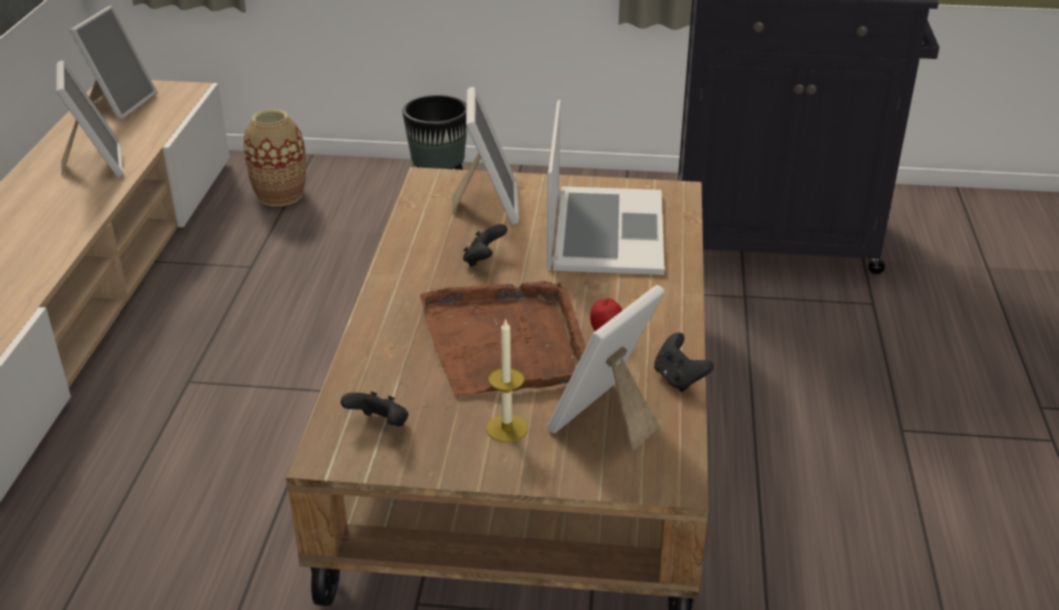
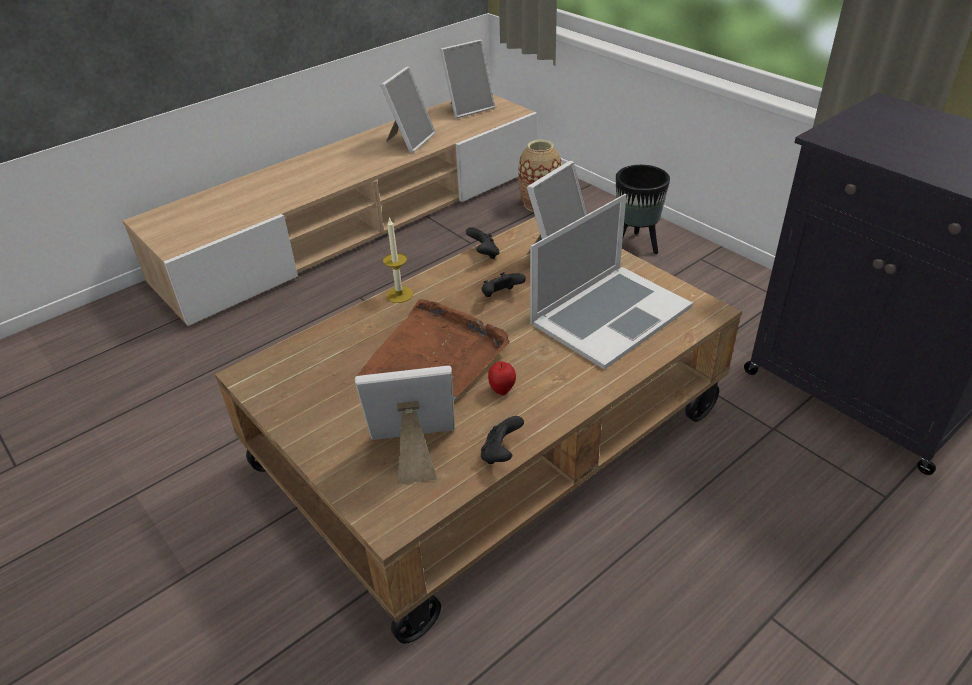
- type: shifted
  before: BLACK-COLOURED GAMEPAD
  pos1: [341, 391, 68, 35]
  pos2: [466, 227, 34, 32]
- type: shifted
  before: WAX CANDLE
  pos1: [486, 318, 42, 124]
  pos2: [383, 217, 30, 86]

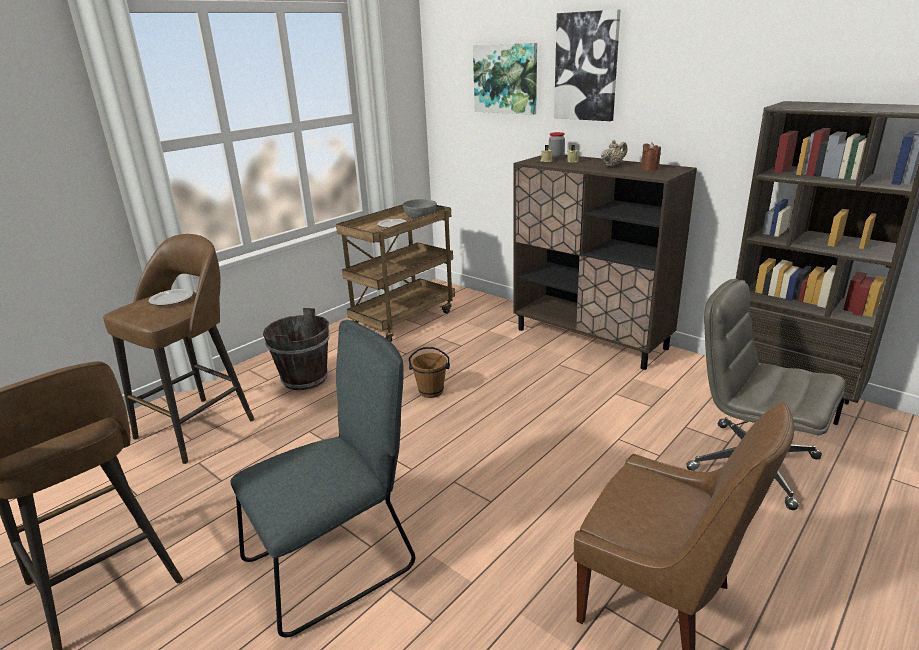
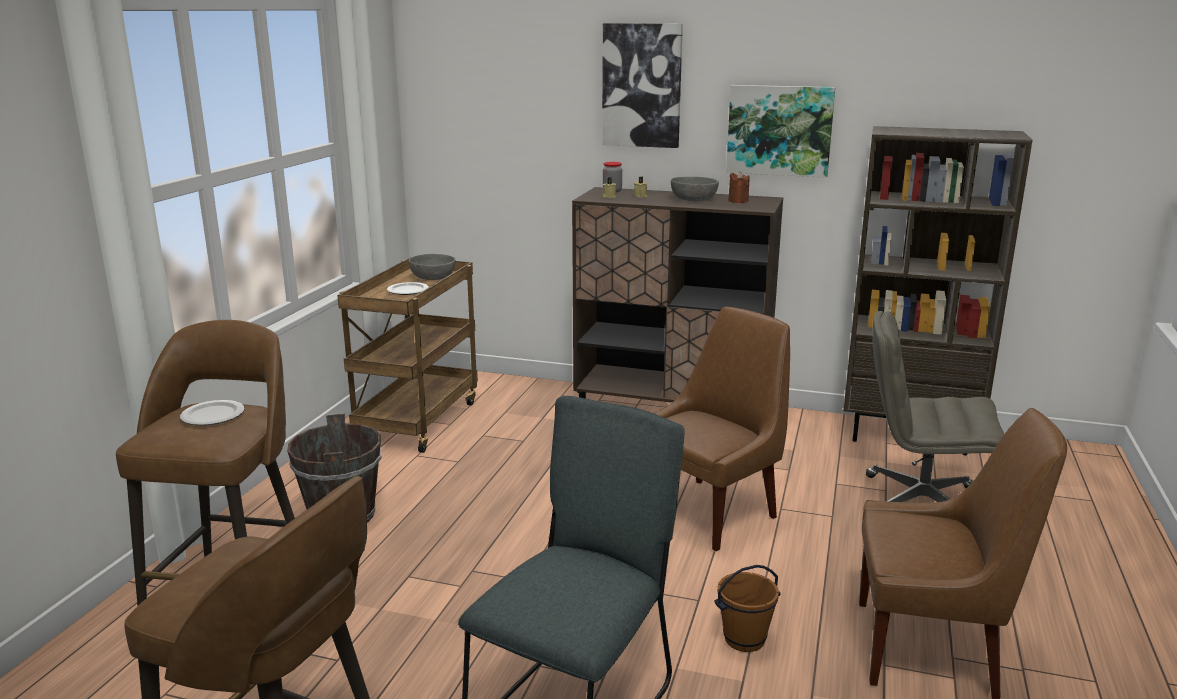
- type: new
  after: BROWNISH PLAIN CHAIR
  pos2: [654, 306, 136, 245]
- type: shifted
  before: BROWNISH WATER BUCKET
  pos1: [409, 347, 41, 51]
  pos2: [714, 565, 67, 87]
- type: shifted
  before: PICTURE
  pos1: [473, 43, 64, 72]
  pos2: [726, 85, 109, 93]
- type: swapped
  before: BEIGE TEA POT
  after: GREY DEEP DISH
  pos1: [601, 140, 26, 27]
  pos2: [671, 177, 48, 24]

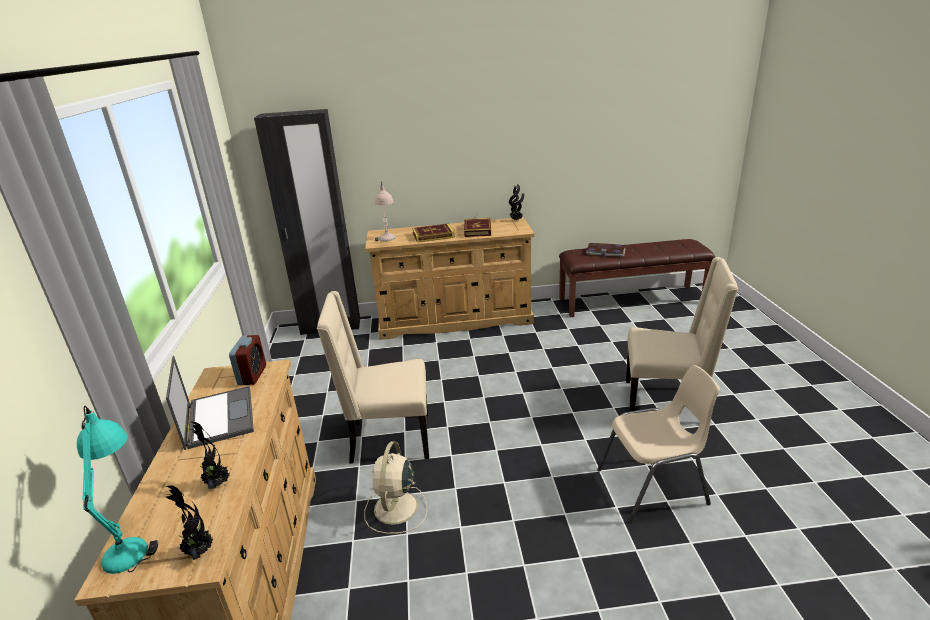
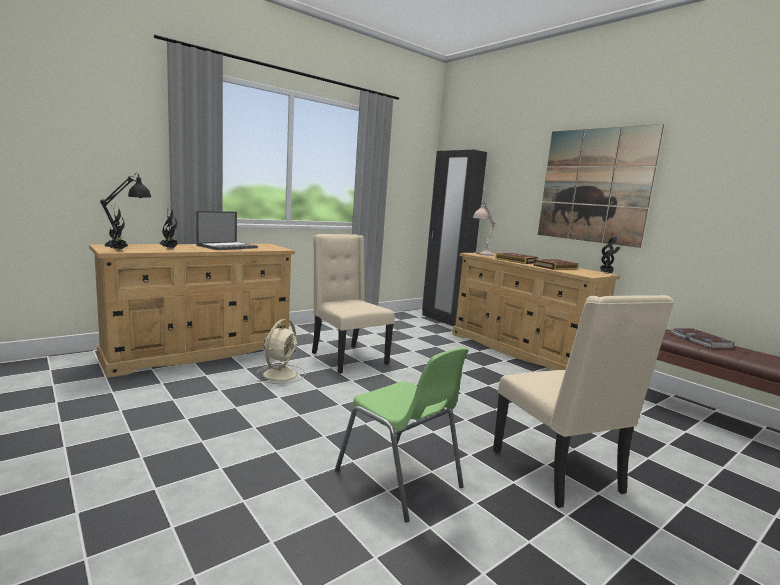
- type: gone
  before: ALARM CLOCK
  pos1: [229, 335, 37, 50]
- type: new
  after: PICTURE
  pos2: [538, 124, 126, 124]
- type: repainted
  before: TURQUOISE TABLE LAMP
  after: BLACK-COLOURED TABLE LAMP
  pos1: [77, 406, 81, 168]
  pos2: [100, 173, 51, 75]
- type: repainted
  before: BEIGE PLAIN CHAIR
  after: GREEN-COLOURED PLAIN CHAIR
  pos1: [597, 365, 123, 159]
  pos2: [335, 347, 134, 175]
- type: rotated
  before: BEIGE COOLING FAN
  pos1: [364, 441, 63, 93]
  pos2: [256, 319, 50, 65]
  turn: 135

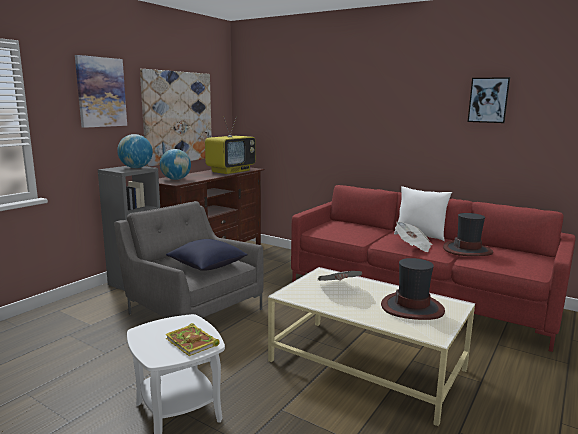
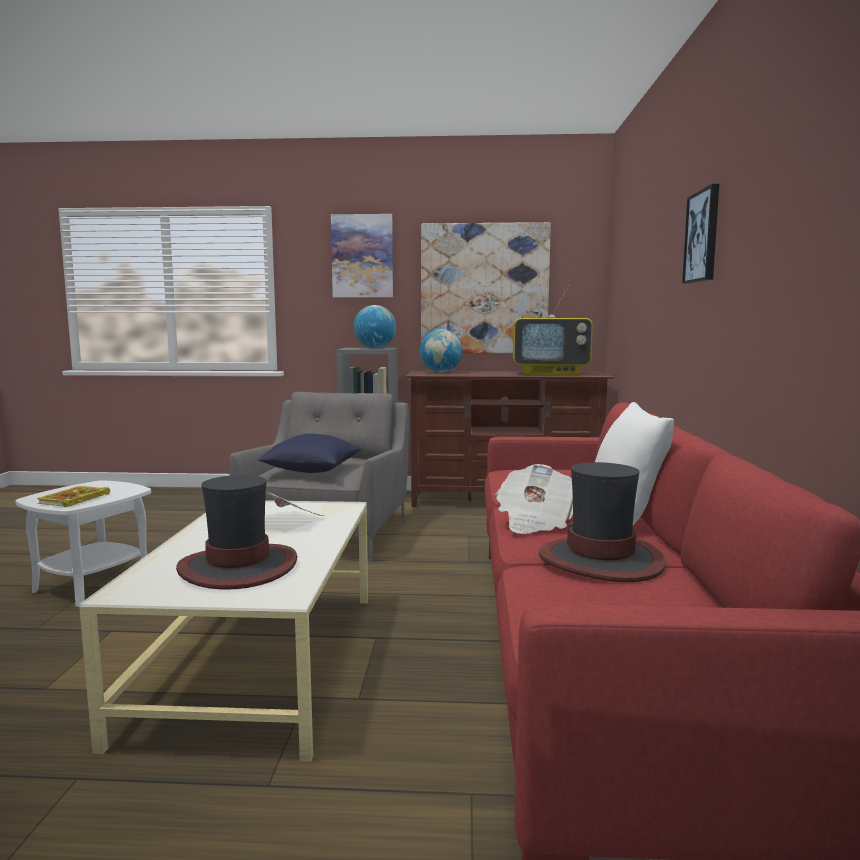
- type: shifted
  before: PICTURE
  pos1: [468, 77, 42, 46]
  pos2: [682, 184, 37, 100]

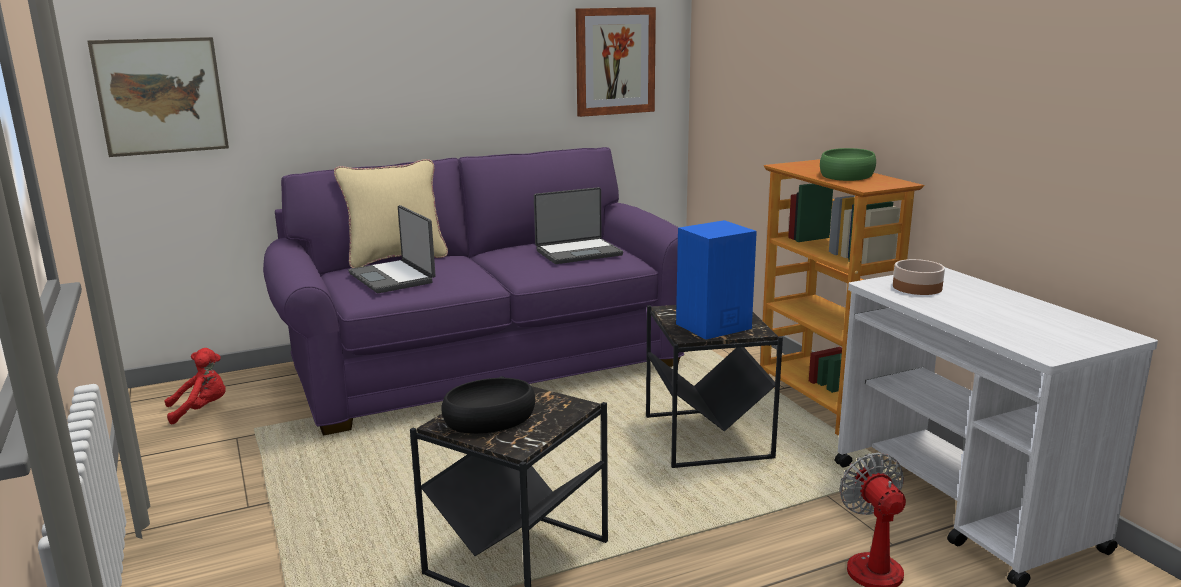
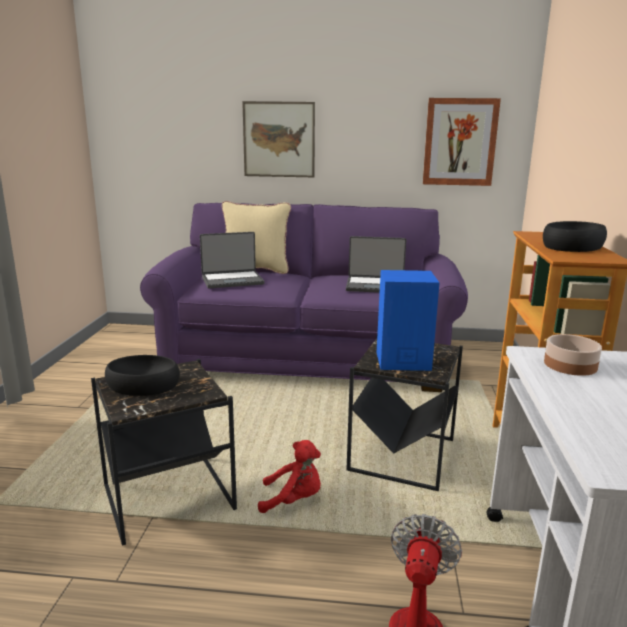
- type: shifted
  before: PICTURE
  pos1: [87, 37, 142, 120]
  pos2: [242, 101, 73, 76]
- type: shifted
  before: REDDISH PLUSH TOY
  pos1: [164, 348, 62, 76]
  pos2: [258, 440, 63, 73]
- type: repainted
  before: GREEN-COLOURED DEEP DISH
  after: BLACK-COLOURED DEEP DISH
  pos1: [820, 148, 56, 33]
  pos2: [543, 221, 64, 31]
- type: rotated
  before: PORTABLE COMPUTER
  pos1: [348, 205, 88, 88]
  pos2: [200, 232, 65, 56]
  turn: -105

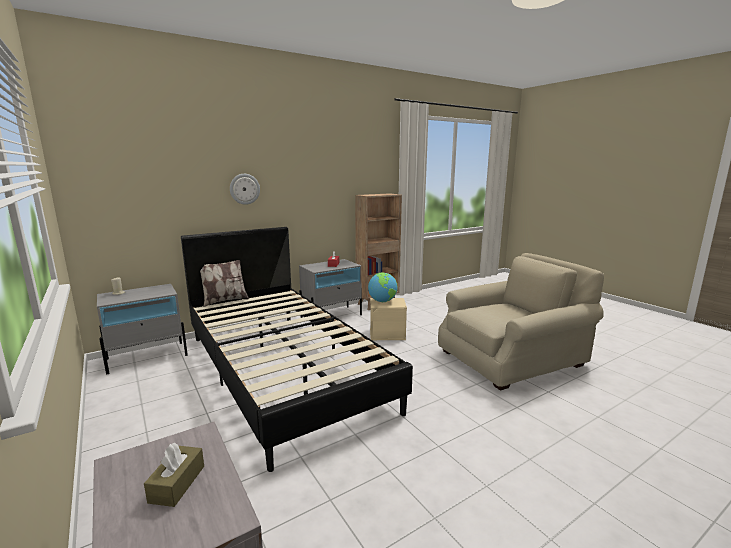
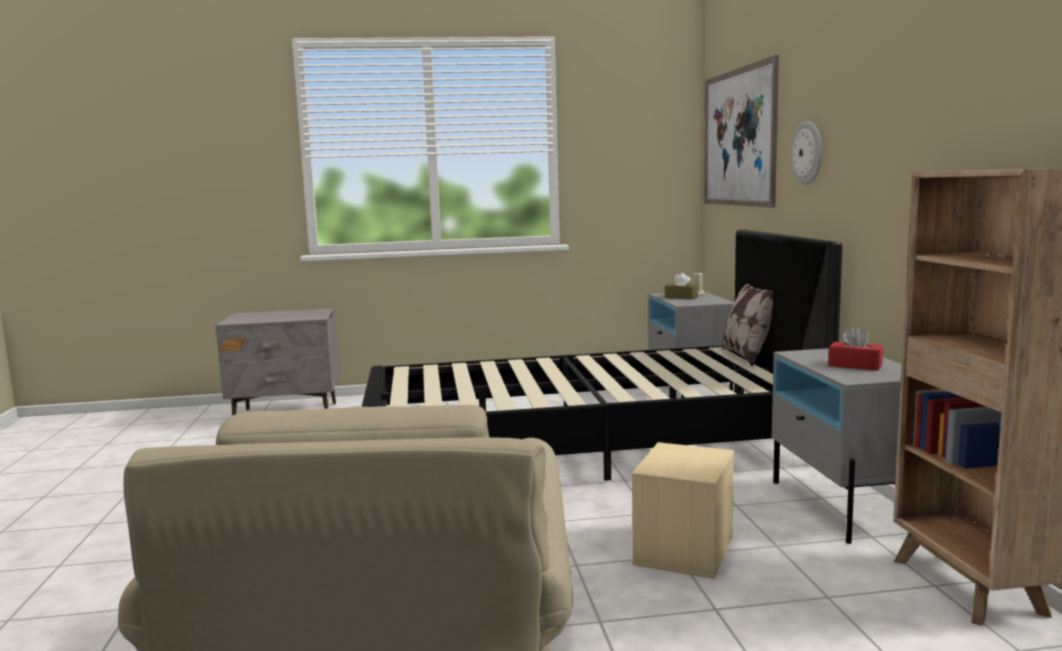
- type: gone
  before: GLOBE
  pos1: [368, 273, 30, 29]
- type: new
  after: PICTURE
  pos2: [704, 55, 75, 153]
- type: shifted
  before: BROWNISH TISSUE BOX
  pos1: [144, 443, 60, 64]
  pos2: [665, 273, 33, 27]

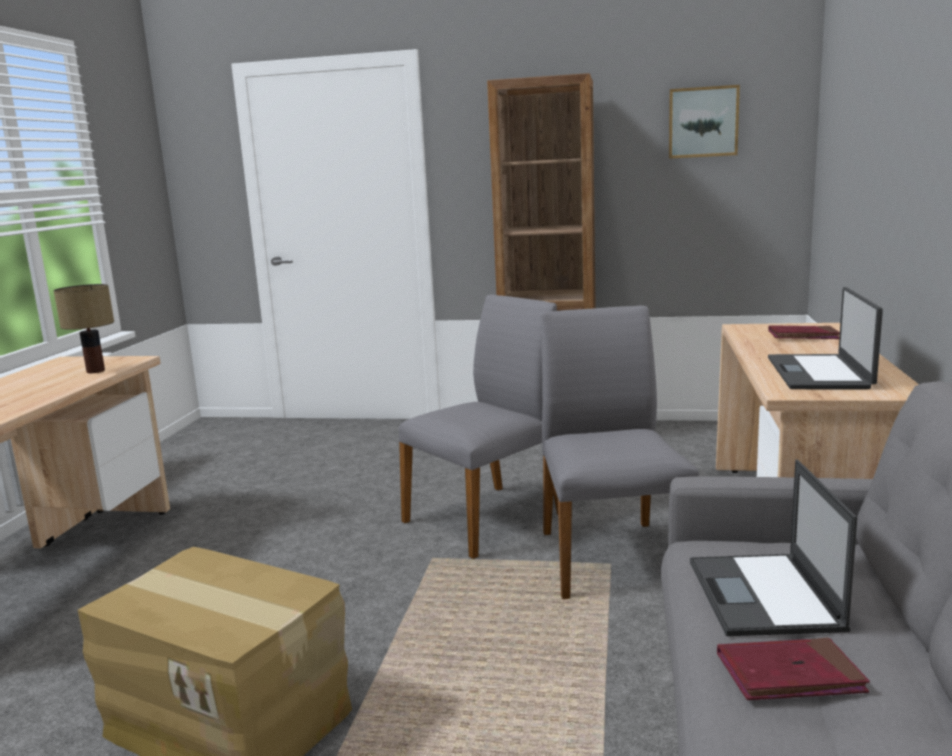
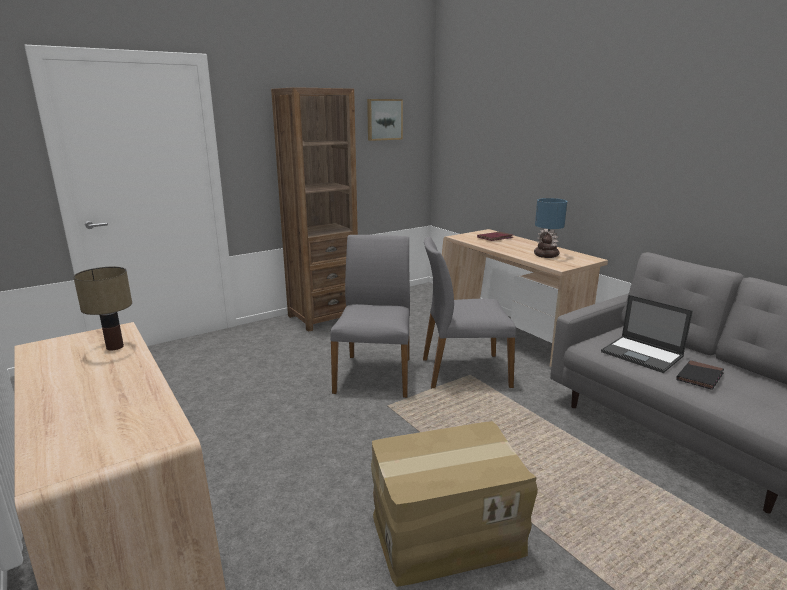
- type: swapped
  before: PORTABLE COMPUTER
  after: TABLE LAMP
  pos1: [768, 287, 115, 102]
  pos2: [534, 198, 33, 60]
- type: repainted
  before: REDDISH VOLUME
  after: BLACK-COLOURED VOLUME
  pos1: [717, 637, 153, 63]
  pos2: [676, 360, 48, 30]
- type: rotated
  before: GREY PLAIN CHAIR
  pos1: [540, 306, 159, 293]
  pos2: [423, 236, 93, 153]
  turn: -45

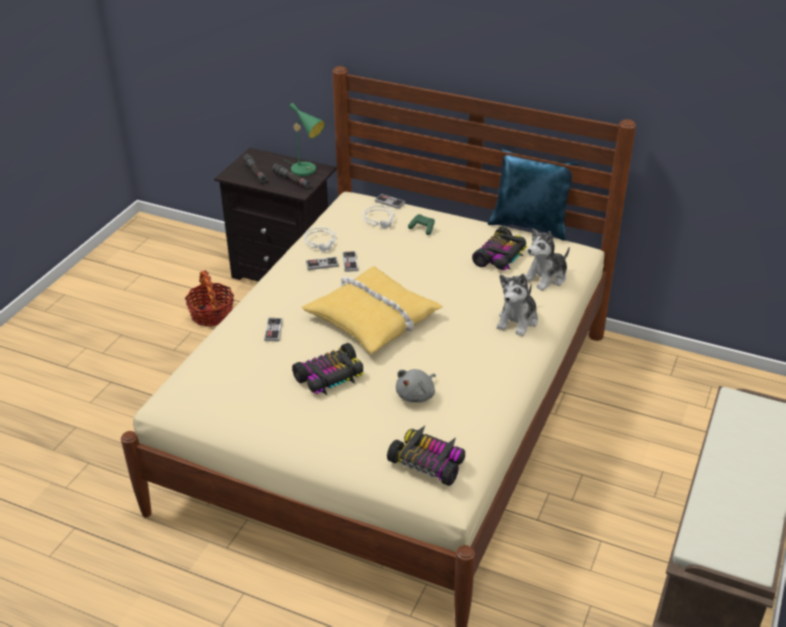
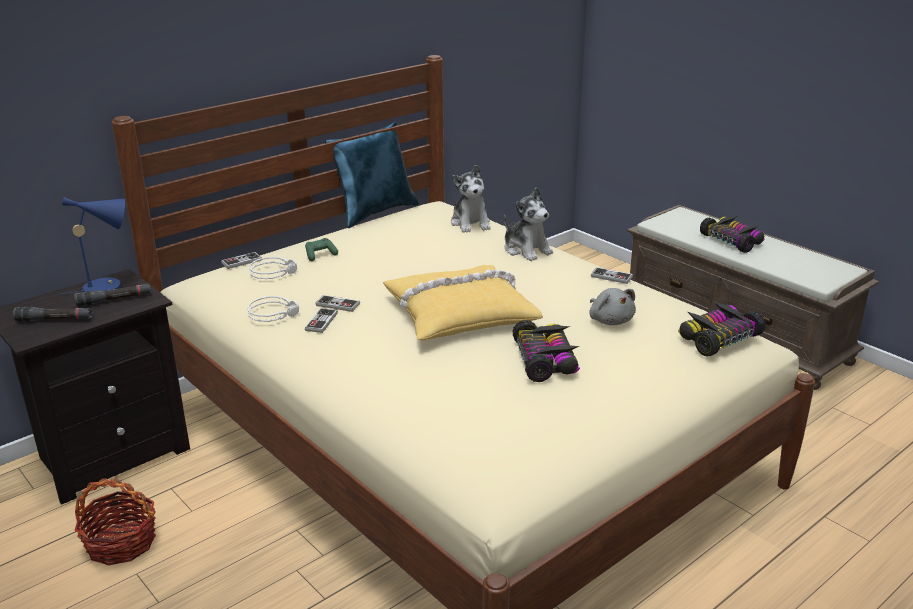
- type: shifted
  before: GAMEPAD
  pos1: [264, 318, 19, 23]
  pos2: [591, 267, 42, 17]
- type: shifted
  before: MODEL CAR
  pos1: [472, 227, 55, 43]
  pos2: [700, 216, 64, 37]
- type: repainted
  before: GREEN-COLOURED TABLE LAMP
  after: BLUE TABLE LAMP
  pos1: [285, 103, 40, 73]
  pos2: [58, 197, 67, 98]

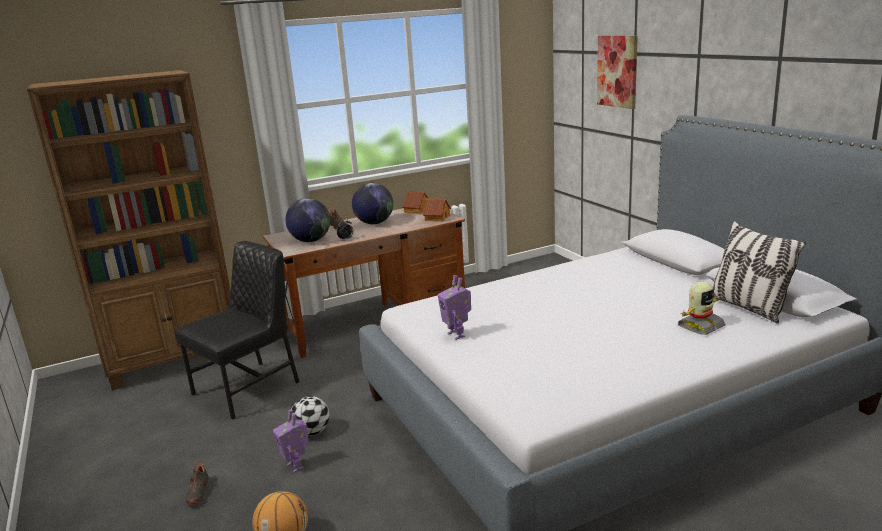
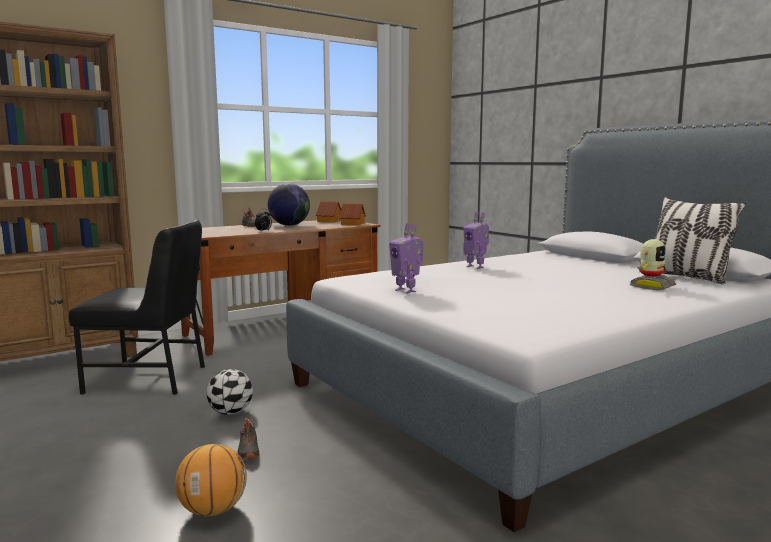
- type: gone
  before: GLOBE
  pos1: [285, 198, 45, 44]
- type: gone
  before: PICTURE
  pos1: [597, 36, 41, 73]
- type: shifted
  before: BLACK-COLOURED LOW SHOE
  pos1: [186, 462, 24, 43]
  pos2: [237, 417, 22, 42]
- type: shifted
  before: TOY ROBOT
  pos1: [273, 410, 36, 63]
  pos2: [463, 212, 26, 57]
- type: rotated
  before: BLACK-COLOURED PLAIN CHAIR
  pos1: [175, 241, 124, 179]
  pos2: [69, 219, 136, 176]
  turn: 60

